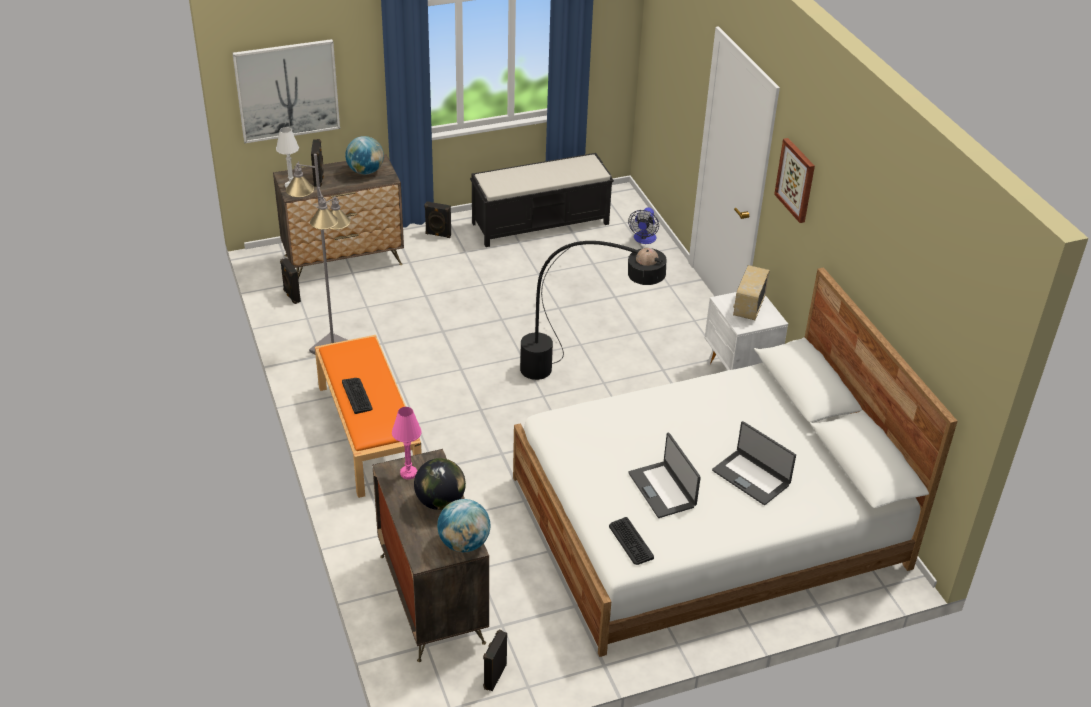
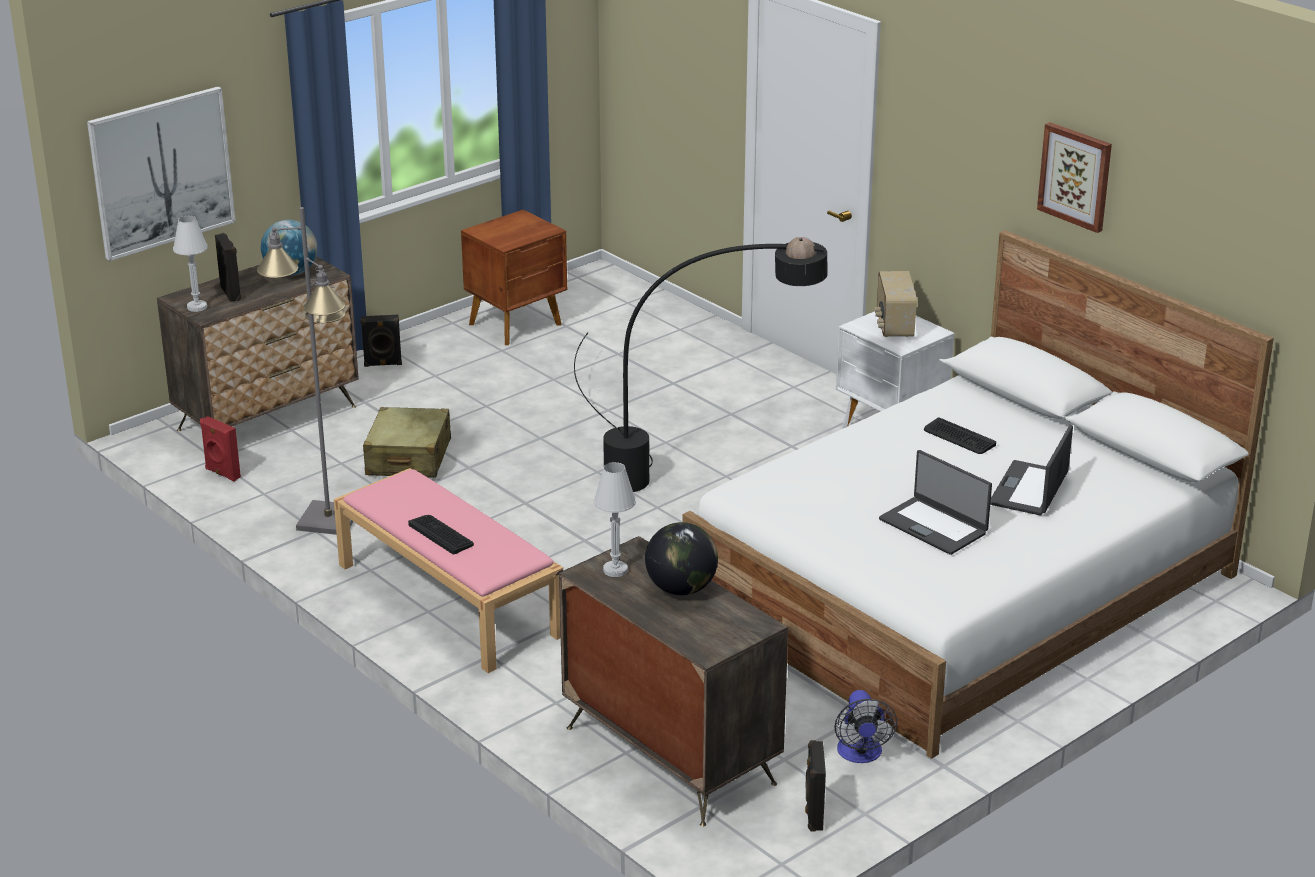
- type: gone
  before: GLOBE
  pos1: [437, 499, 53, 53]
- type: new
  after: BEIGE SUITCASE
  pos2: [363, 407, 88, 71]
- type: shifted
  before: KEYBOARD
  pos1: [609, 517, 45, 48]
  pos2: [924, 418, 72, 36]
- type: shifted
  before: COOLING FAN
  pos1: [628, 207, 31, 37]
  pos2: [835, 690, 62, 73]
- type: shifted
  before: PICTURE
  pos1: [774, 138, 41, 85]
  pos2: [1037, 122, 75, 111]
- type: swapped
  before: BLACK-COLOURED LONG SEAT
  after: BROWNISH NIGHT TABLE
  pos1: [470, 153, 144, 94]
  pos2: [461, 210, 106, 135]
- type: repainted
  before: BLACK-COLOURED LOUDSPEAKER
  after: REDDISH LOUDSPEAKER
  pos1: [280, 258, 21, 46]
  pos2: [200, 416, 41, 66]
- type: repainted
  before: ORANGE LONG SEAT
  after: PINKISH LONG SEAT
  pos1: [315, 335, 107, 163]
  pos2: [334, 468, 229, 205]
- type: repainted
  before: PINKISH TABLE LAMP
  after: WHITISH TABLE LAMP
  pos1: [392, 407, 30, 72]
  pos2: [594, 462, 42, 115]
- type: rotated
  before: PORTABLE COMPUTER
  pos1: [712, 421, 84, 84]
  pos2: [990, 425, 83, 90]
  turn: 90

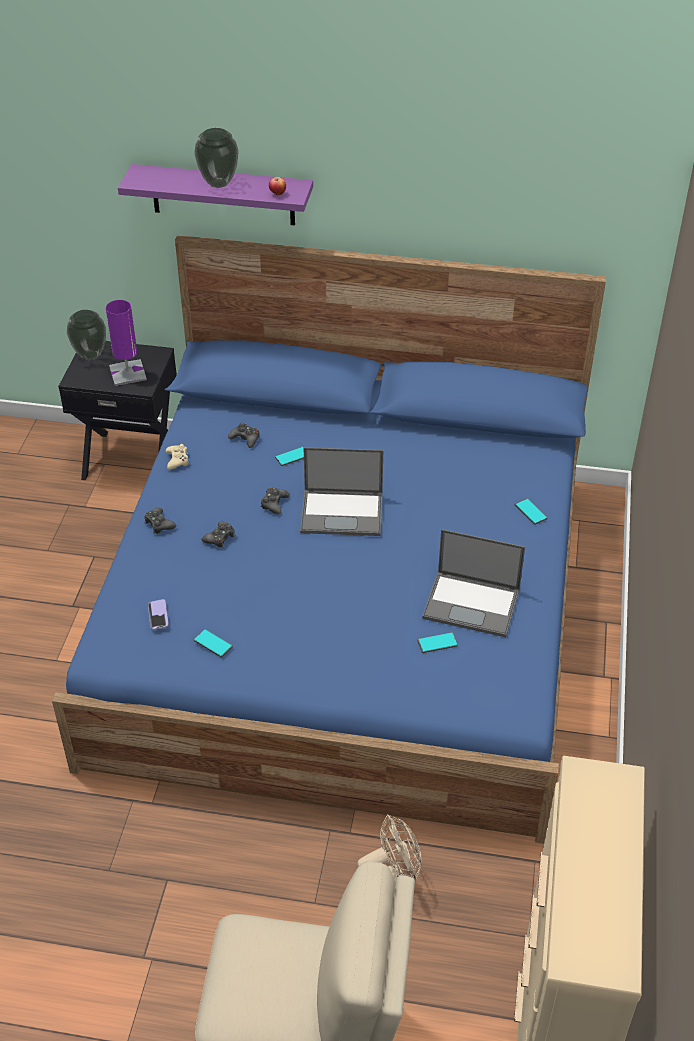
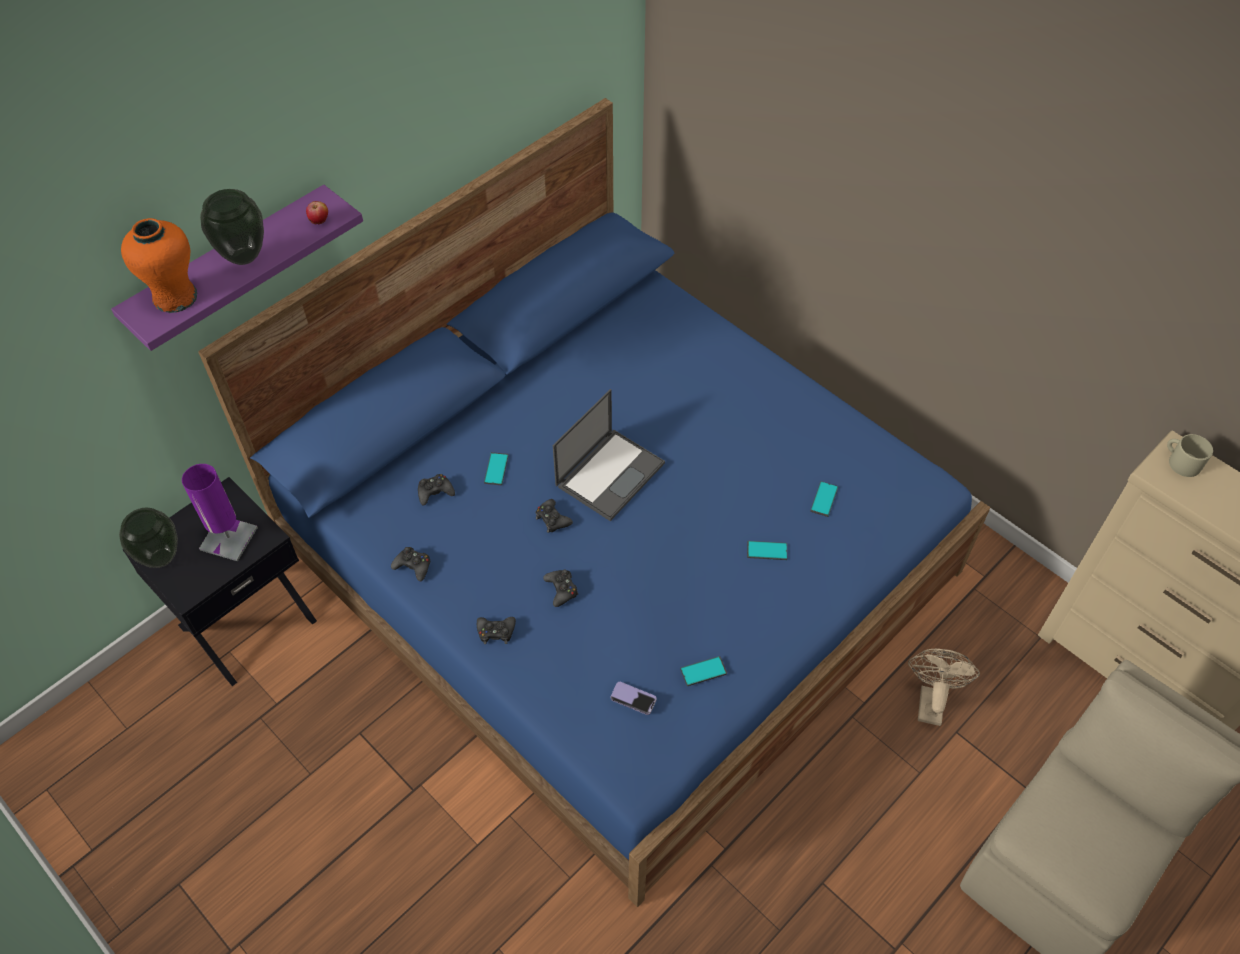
- type: gone
  before: PORTABLE COMPUTER
  pos1: [422, 529, 103, 108]
- type: new
  after: ORANGE VASE
  pos2: [121, 218, 76, 95]
- type: new
  after: BEIGE TEA MUG
  pos2: [1167, 434, 46, 43]
- type: shifted
  before: TELEPHONE
  pos1: [515, 498, 33, 27]
  pos2: [747, 541, 40, 19]
- type: repainted
  before: BEIGE GAMEPAD
  after: BLACK-COLOURED GAMEPAD
  pos1: [166, 444, 23, 26]
  pos2: [391, 547, 39, 35]

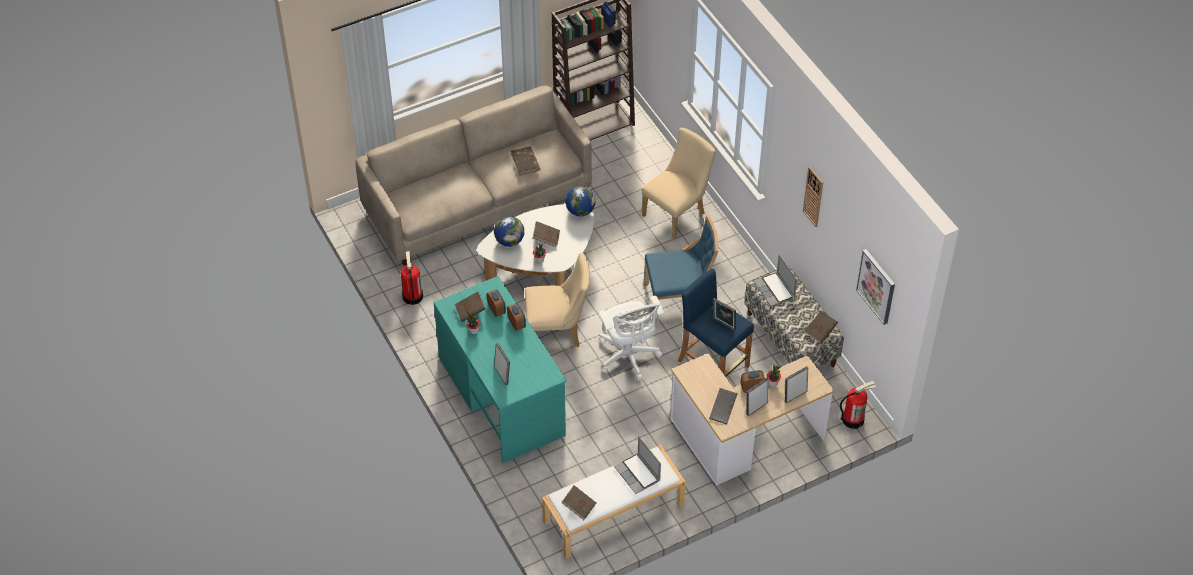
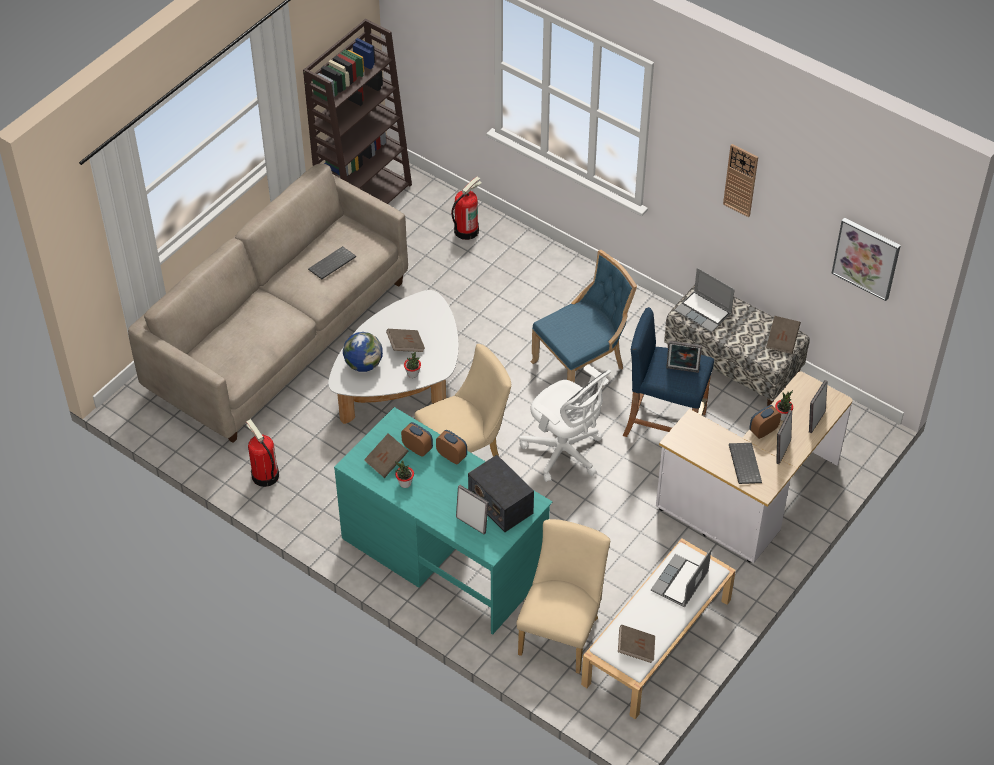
- type: gone
  before: GLOBE
  pos1: [565, 186, 31, 30]
- type: new
  after: RADIO
  pos2: [468, 455, 66, 77]
- type: shifted
  before: BEIGE PLAIN CHAIR
  pos1: [642, 128, 74, 111]
  pos2: [516, 519, 94, 155]
- type: shifted
  before: EXTINGUISHER
  pos1: [840, 381, 36, 48]
  pos2: [451, 177, 31, 63]
- type: swapped
  before: BROWNISH VOLUME
  after: KEYBOARD
  pos1: [511, 146, 29, 30]
  pos2: [308, 246, 48, 33]
- type: rotated
  before: PORTABLE COMPUTER
  pos1: [614, 436, 47, 58]
  pos2: [651, 549, 61, 59]
  turn: 90

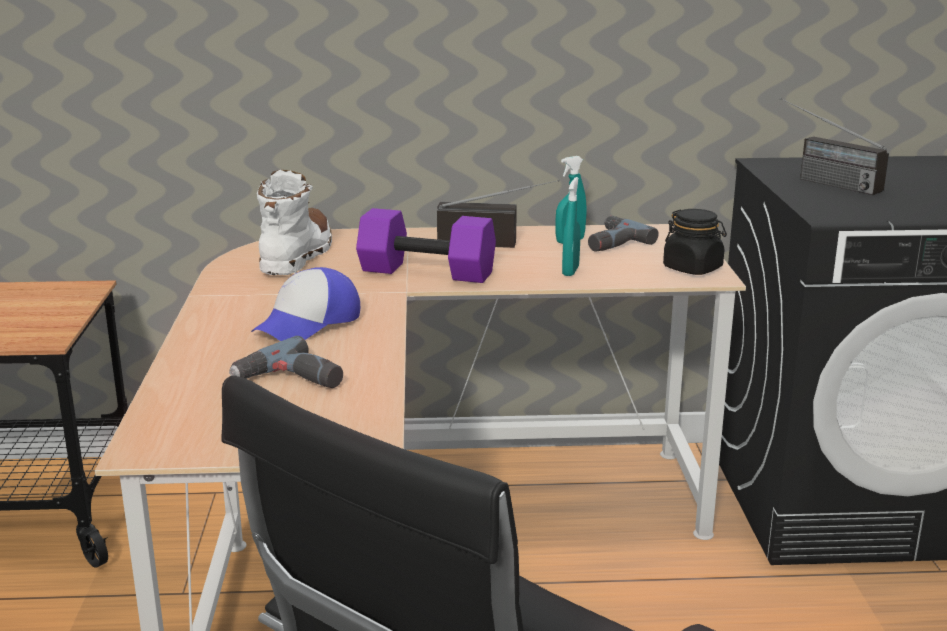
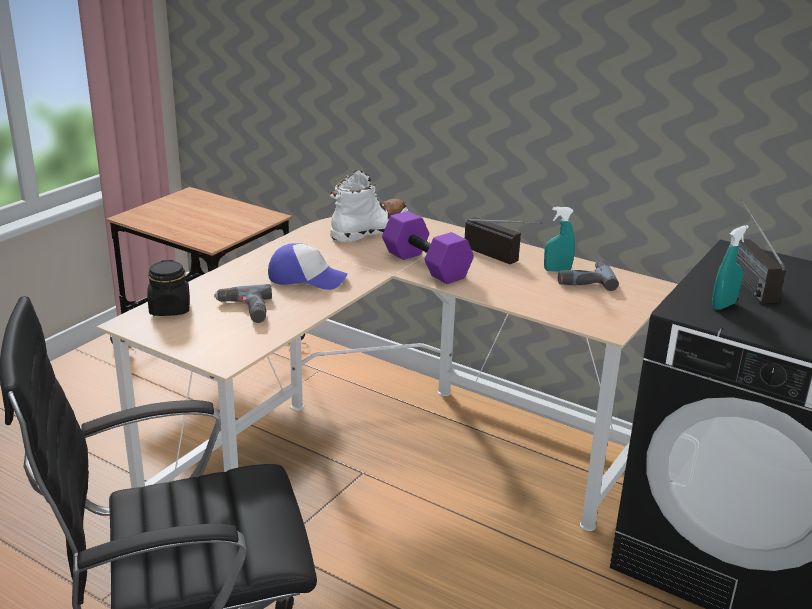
- type: shifted
  before: TURQUOISE HAND SPRAYER
  pos1: [562, 177, 18, 99]
  pos2: [712, 225, 37, 85]
- type: shifted
  before: BLACK-COLOURED PRESERVE JAR
  pos1: [663, 209, 64, 66]
  pos2: [147, 260, 43, 56]
- type: rotated
  before: PEAKED CAP
  pos1: [251, 267, 109, 74]
  pos2: [268, 243, 80, 47]
  turn: -150

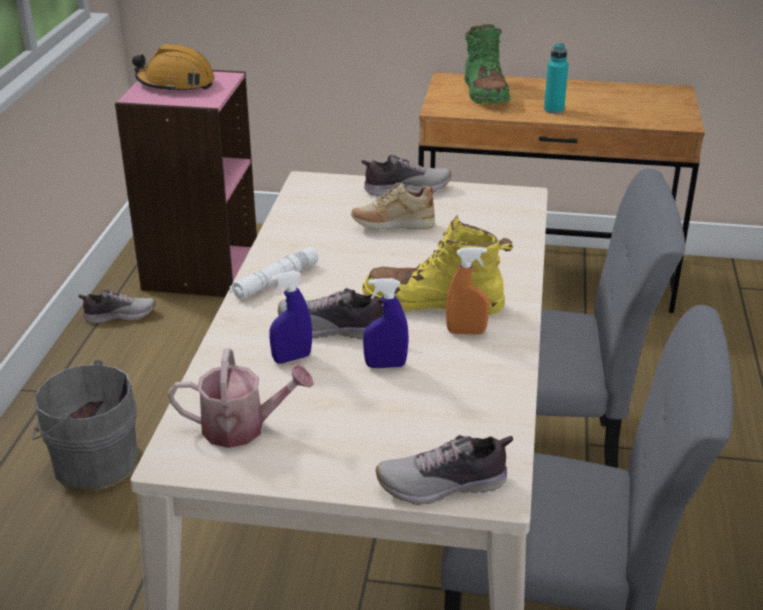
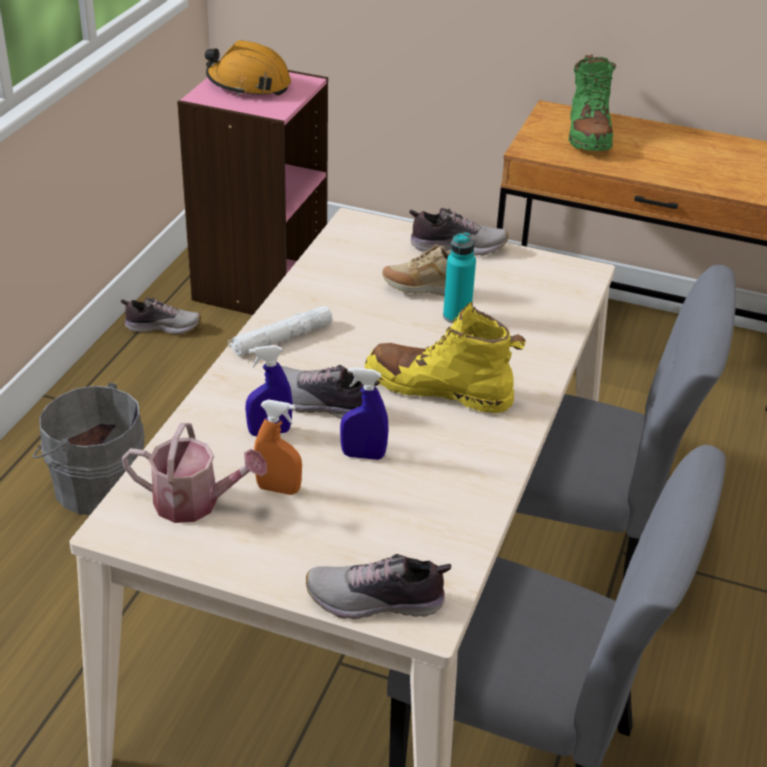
- type: shifted
  before: ORANGE HAND SPRAYER
  pos1: [446, 247, 44, 87]
  pos2: [254, 399, 48, 96]
- type: shifted
  before: TURQUOISE DRINK BOTTLE
  pos1: [544, 43, 24, 71]
  pos2: [443, 232, 33, 92]

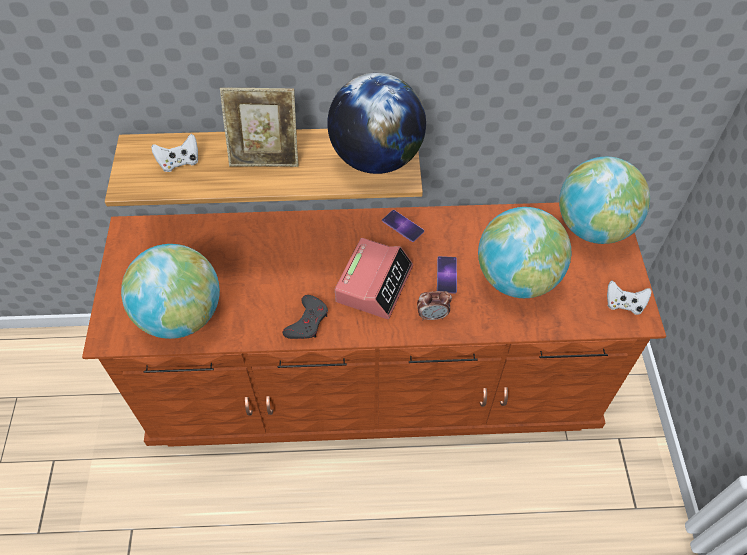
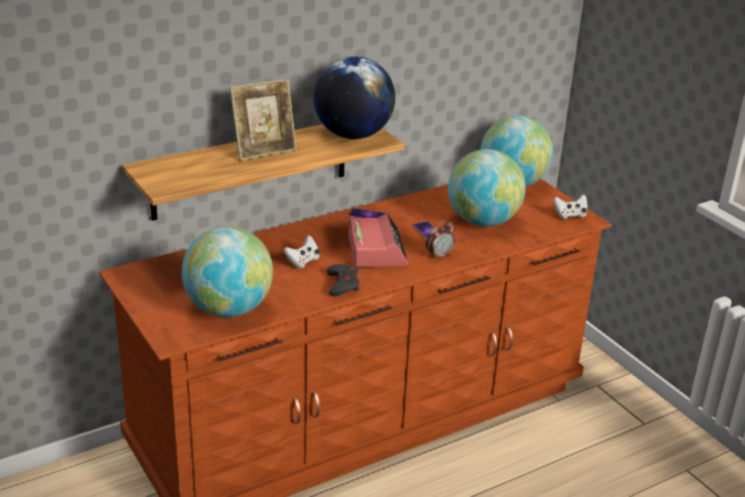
- type: shifted
  before: WHITISH GAMEPAD
  pos1: [151, 134, 47, 38]
  pos2: [283, 235, 37, 34]

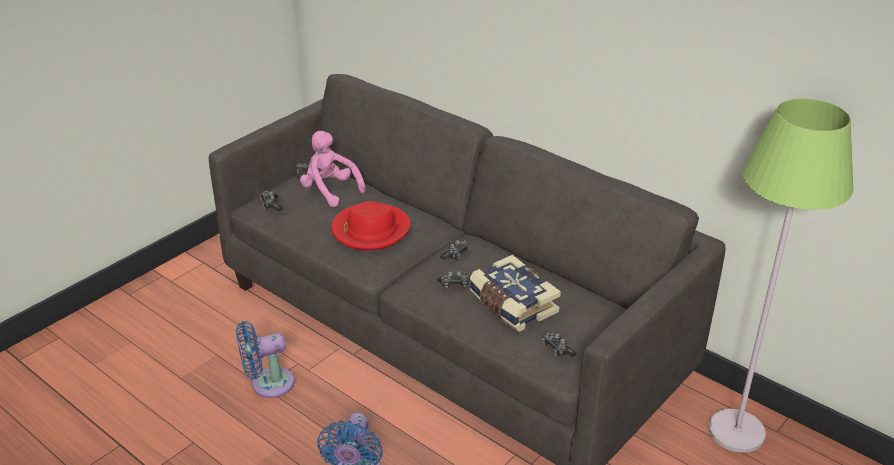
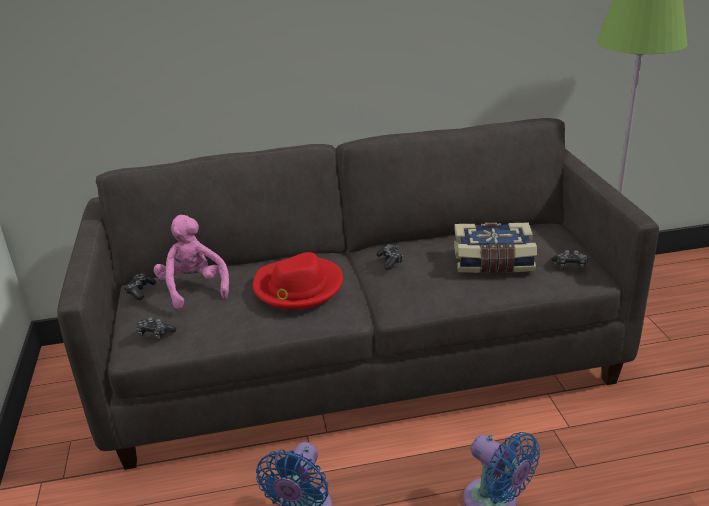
- type: gone
  before: GAMEPAD
  pos1: [437, 271, 33, 18]
- type: rotated
  before: PINKISH PLUSH TOY
  pos1: [300, 131, 66, 76]
  pos2: [154, 215, 75, 94]
  turn: 75

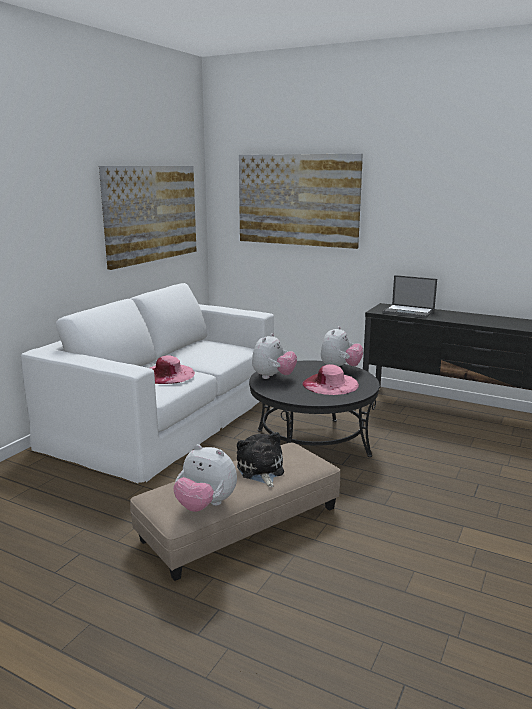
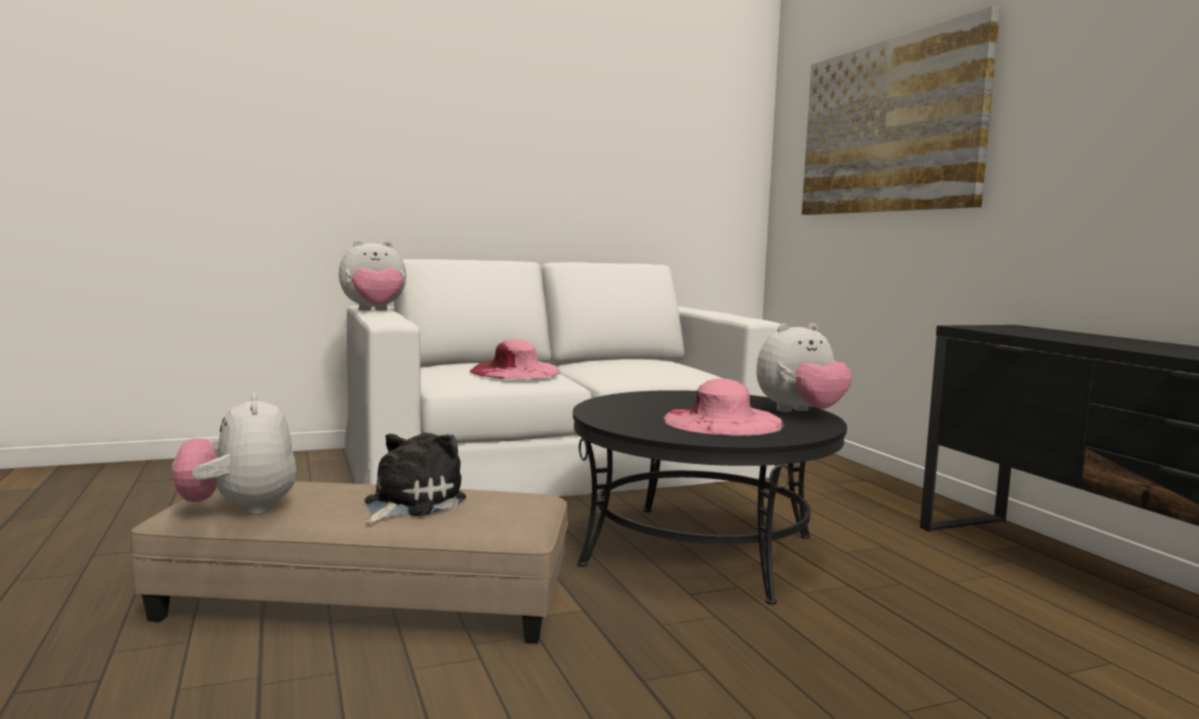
- type: gone
  before: PICTURE
  pos1: [99, 166, 98, 104]
- type: gone
  before: PORTABLE COMPUTER
  pos1: [382, 275, 55, 43]
- type: shifted
  before: PLUSH TOY
  pos1: [252, 333, 45, 46]
  pos2: [339, 240, 67, 71]

